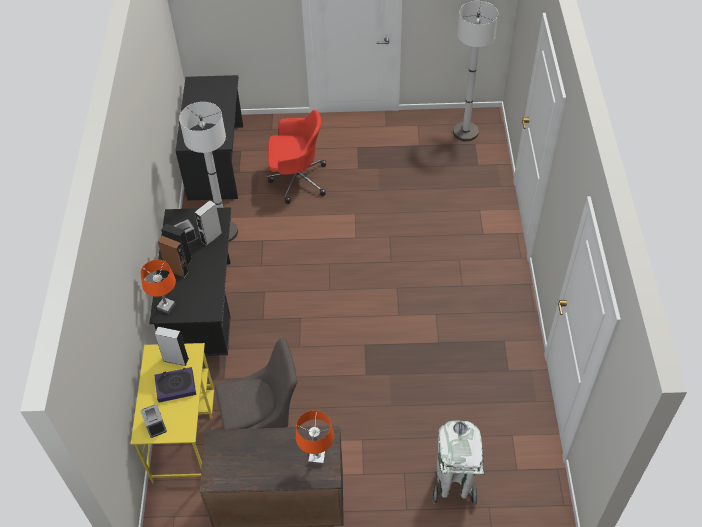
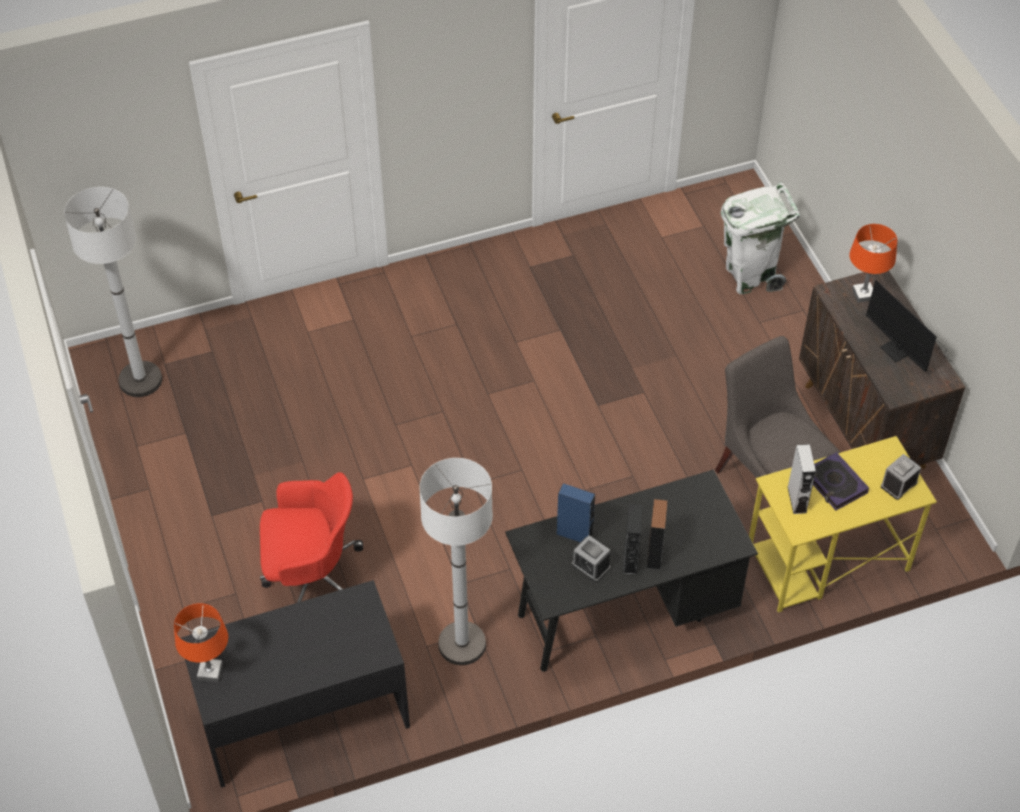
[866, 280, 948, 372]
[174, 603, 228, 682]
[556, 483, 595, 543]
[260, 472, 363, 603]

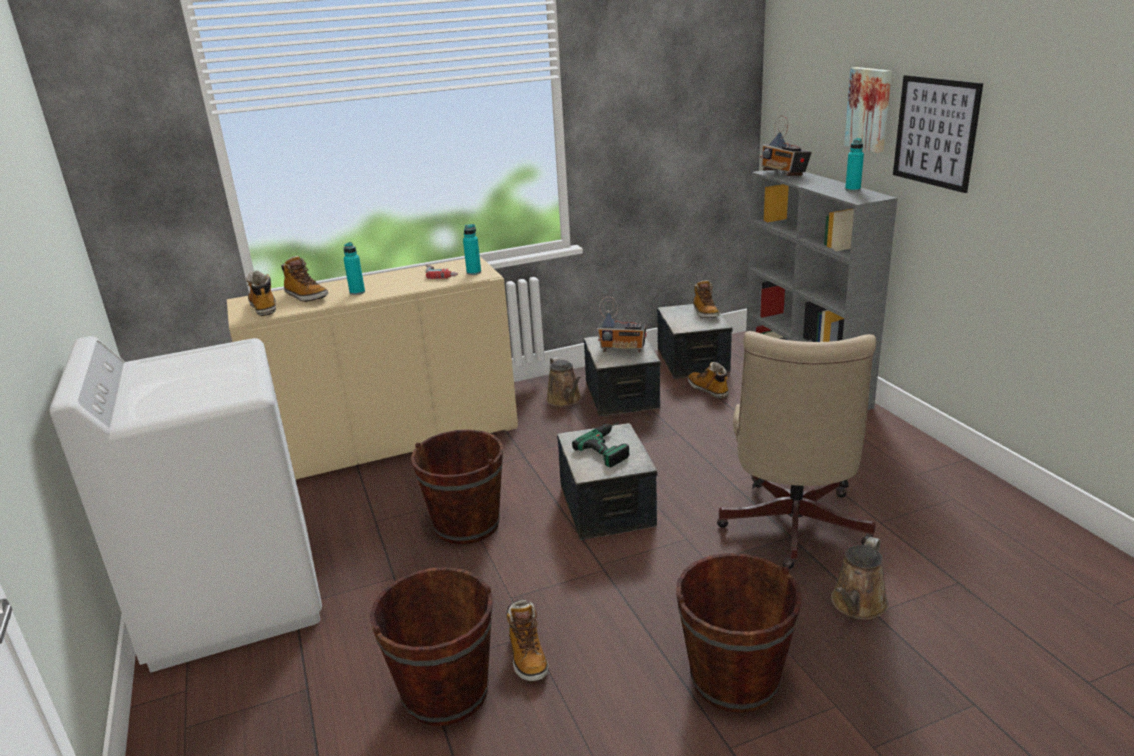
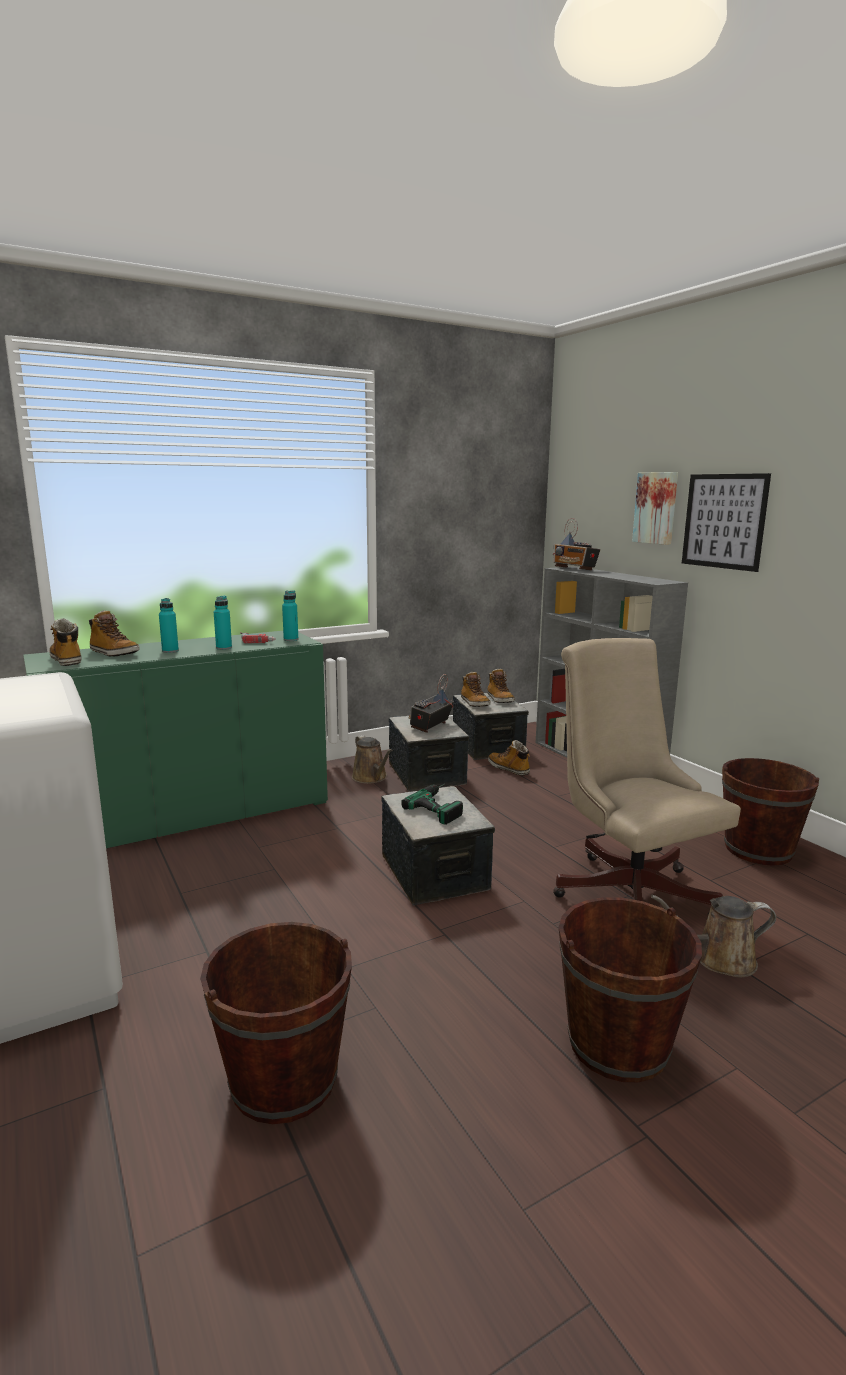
[722, 758, 819, 866]
[461, 672, 491, 707]
[214, 596, 232, 650]
[23, 631, 328, 848]
[408, 674, 454, 733]
[553, 638, 741, 915]
[651, 895, 776, 977]

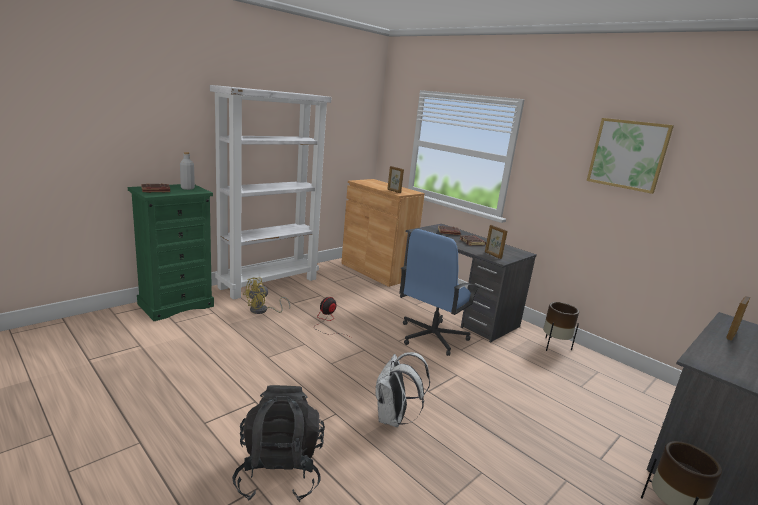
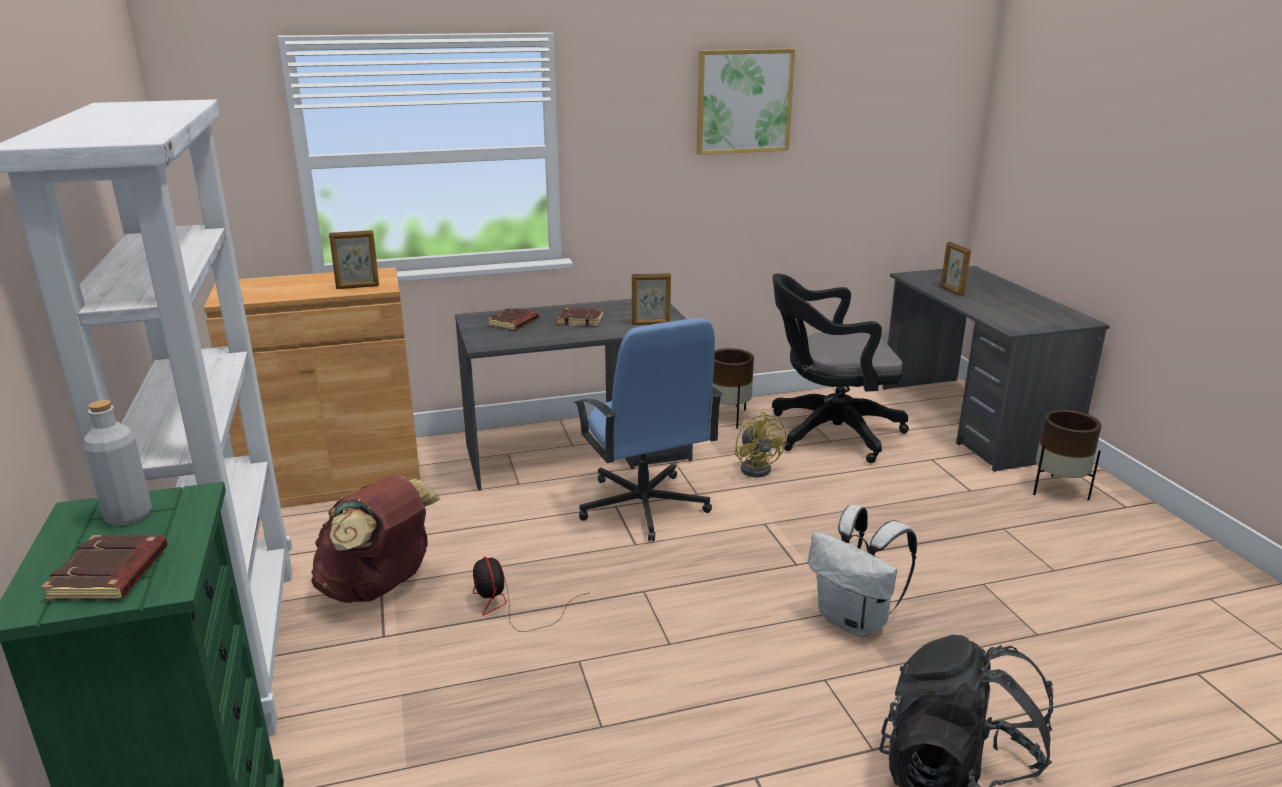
[311, 475, 440, 603]
[772, 273, 909, 463]
[735, 412, 787, 477]

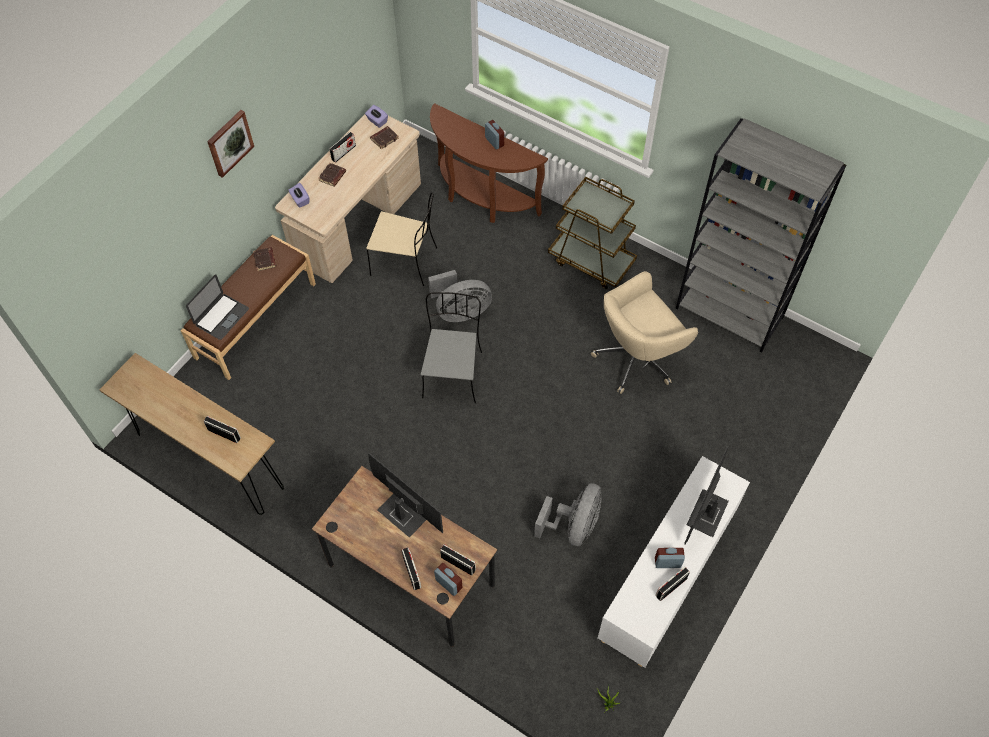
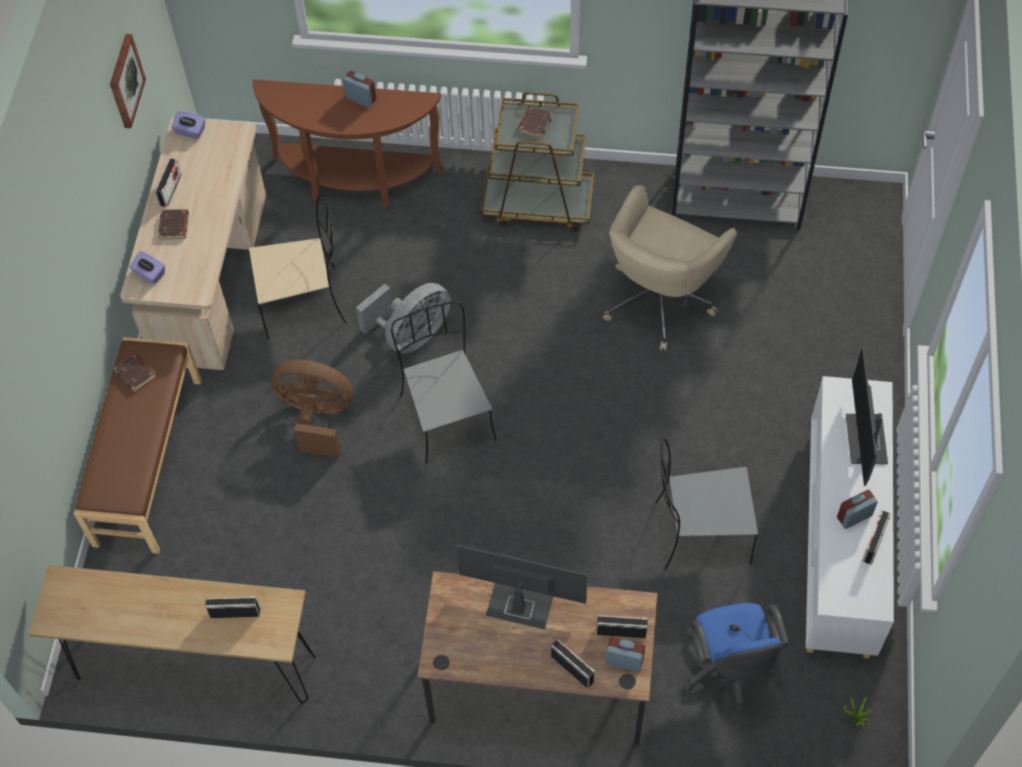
[186, 275, 249, 340] (first image)
[271, 360, 352, 457]
[683, 603, 789, 713]
[110, 34, 146, 128]
[517, 106, 553, 139]
[655, 439, 758, 570]

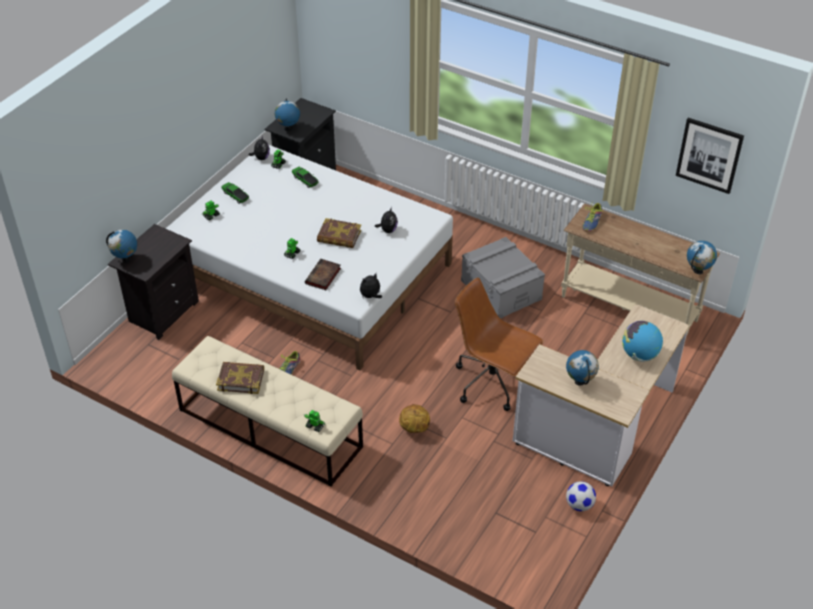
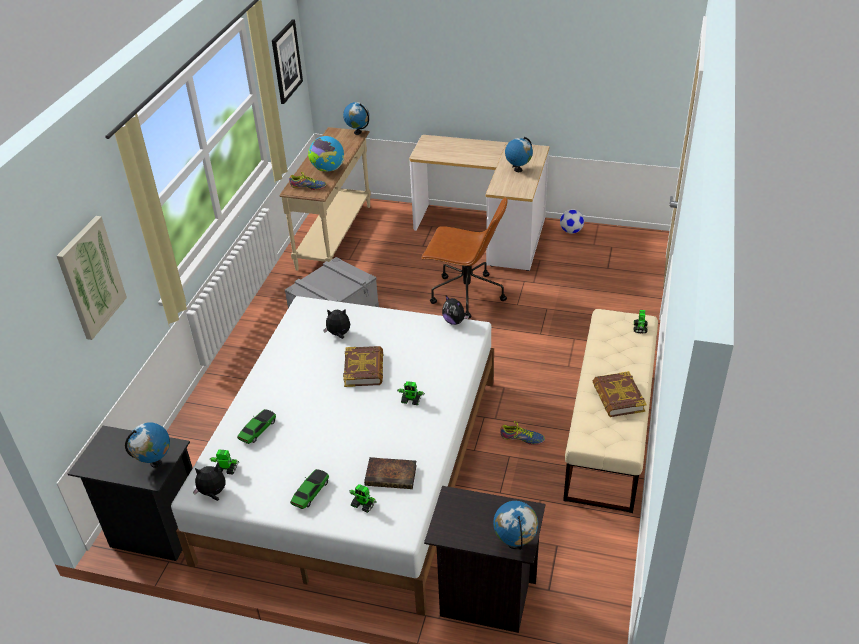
[399, 404, 430, 433] (first image)
[57, 216, 127, 340]
[364, 457, 417, 489]
[308, 136, 344, 171]
[421, 197, 507, 319]

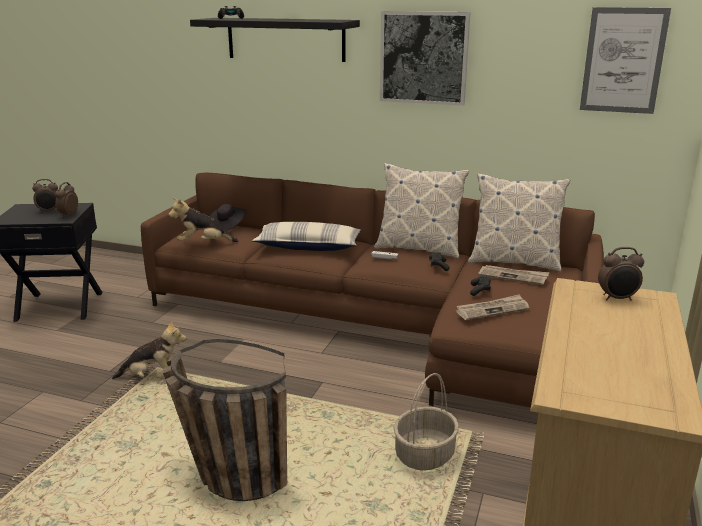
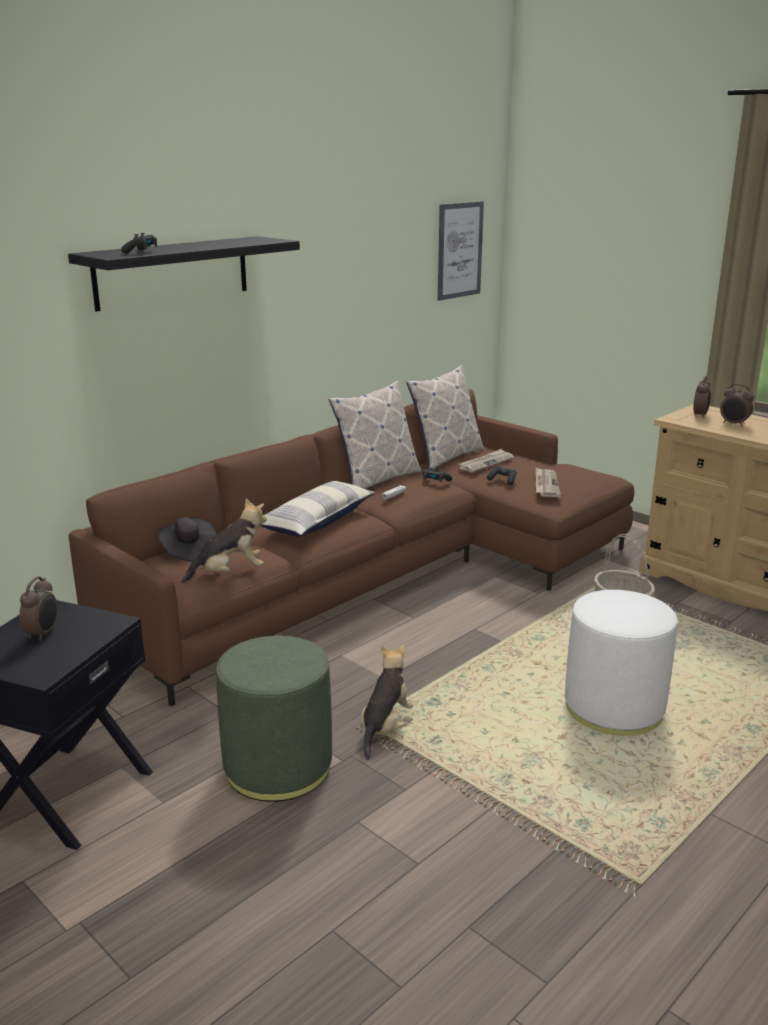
[380, 11, 471, 106] (first image)
[216, 636, 332, 802]
[720, 384, 754, 427]
[565, 590, 677, 736]
[181, 498, 267, 584]

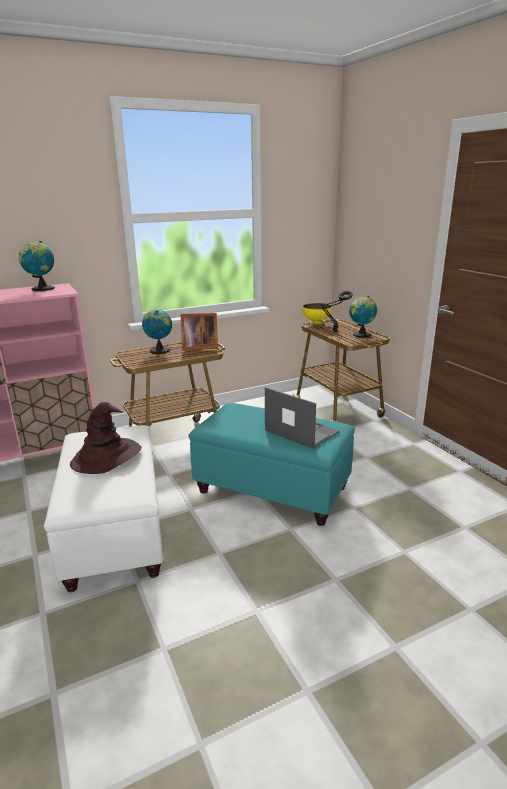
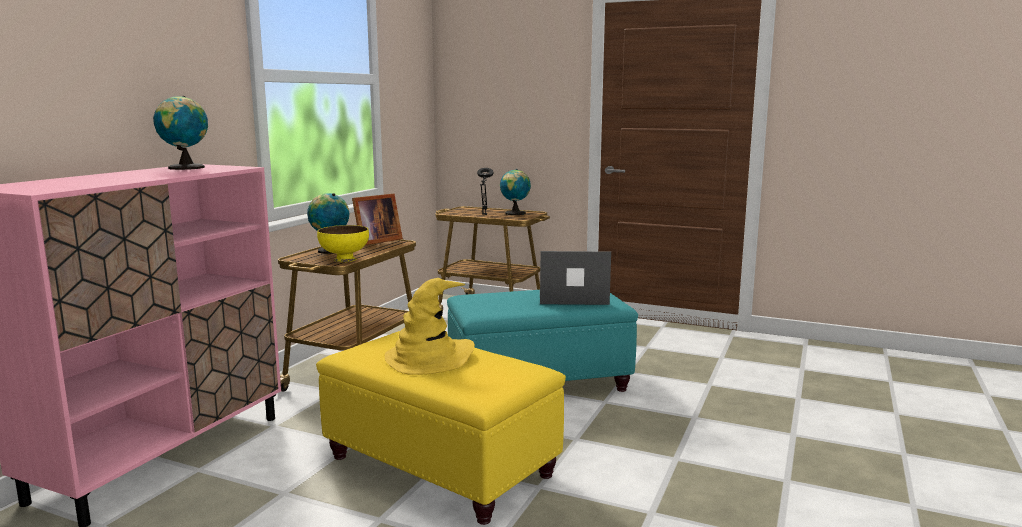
[317, 225, 369, 262]
[316, 331, 566, 525]
[385, 278, 475, 375]

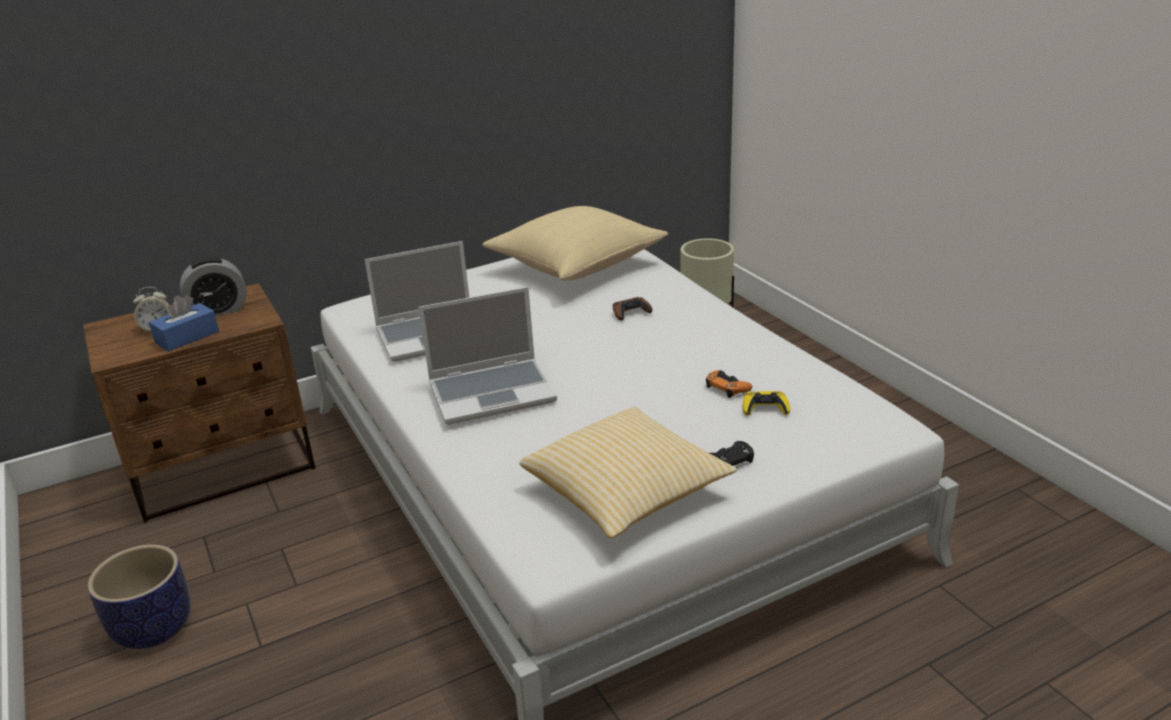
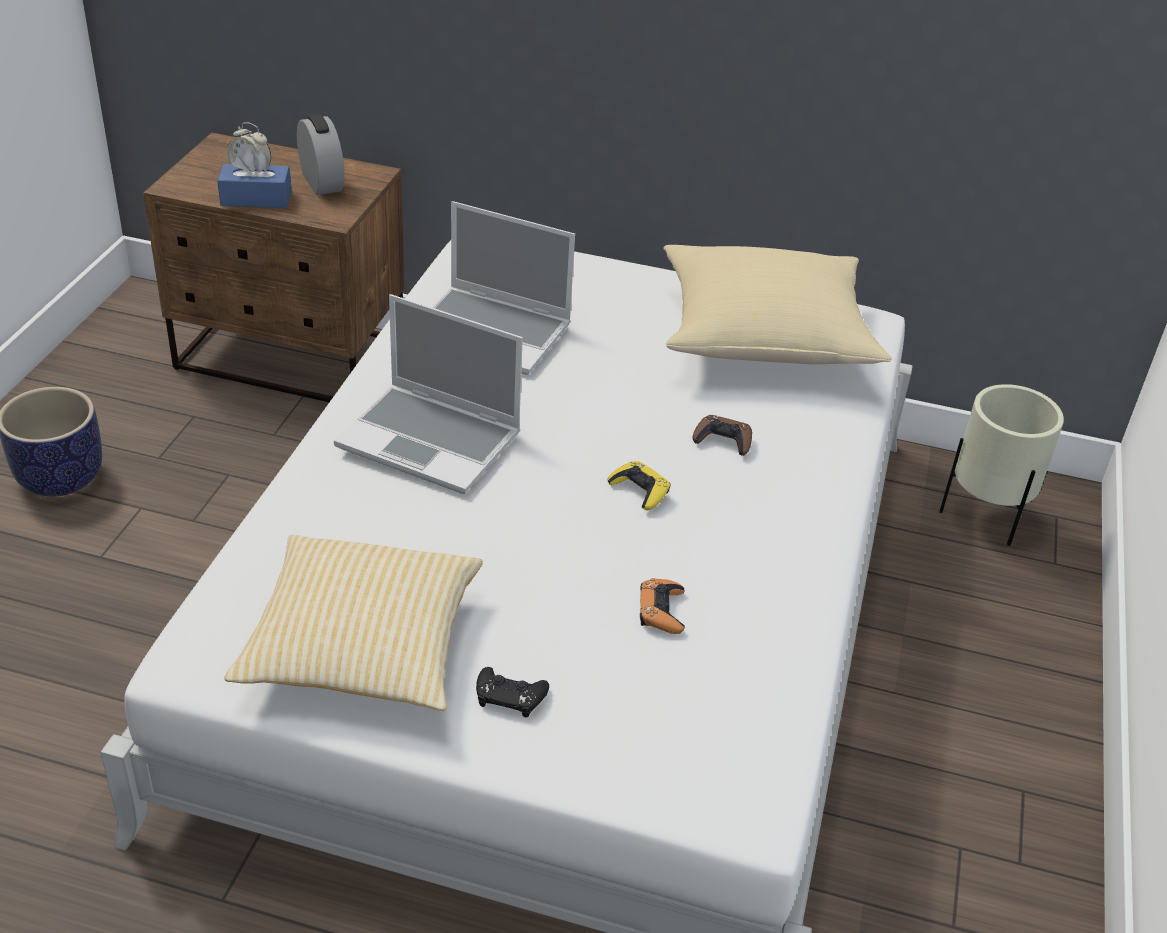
[608, 461, 670, 510]
[297, 114, 345, 195]

